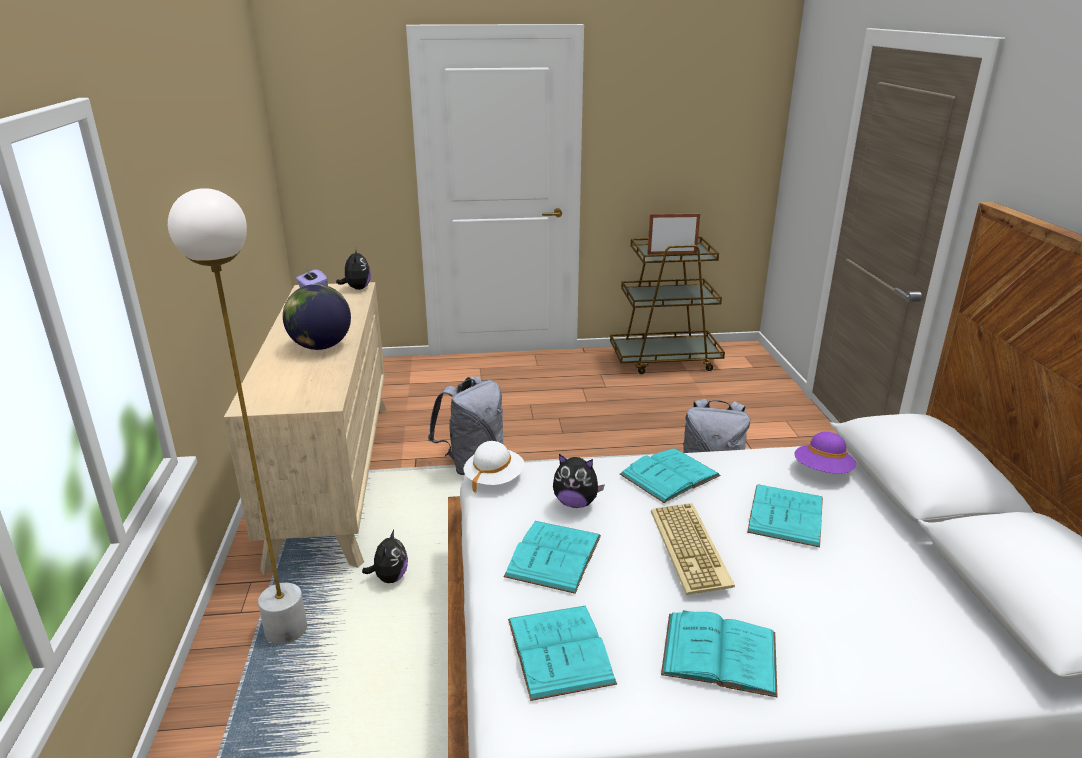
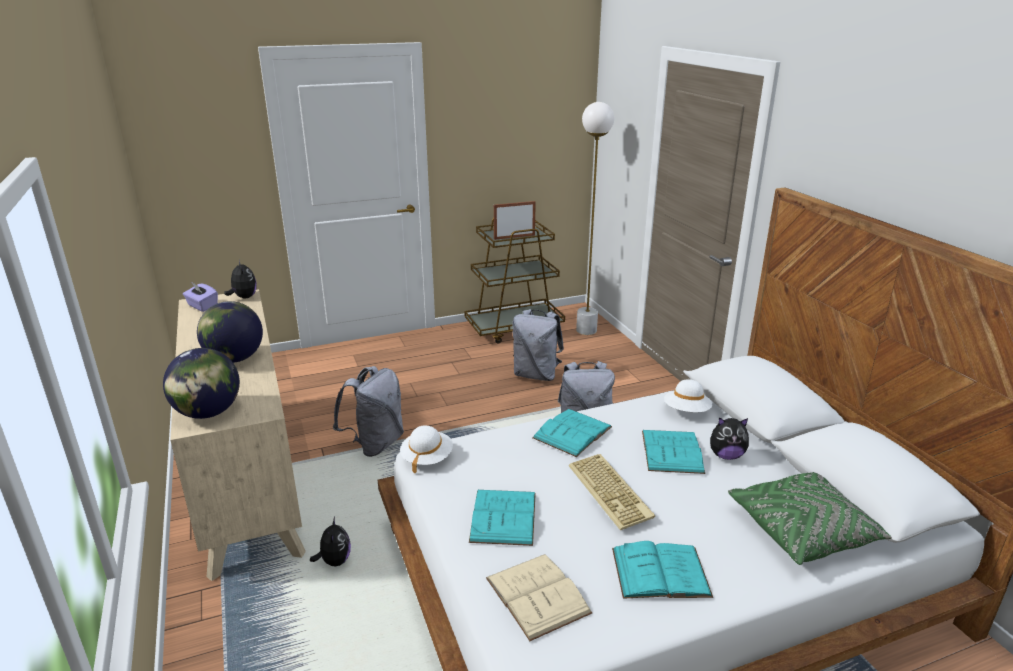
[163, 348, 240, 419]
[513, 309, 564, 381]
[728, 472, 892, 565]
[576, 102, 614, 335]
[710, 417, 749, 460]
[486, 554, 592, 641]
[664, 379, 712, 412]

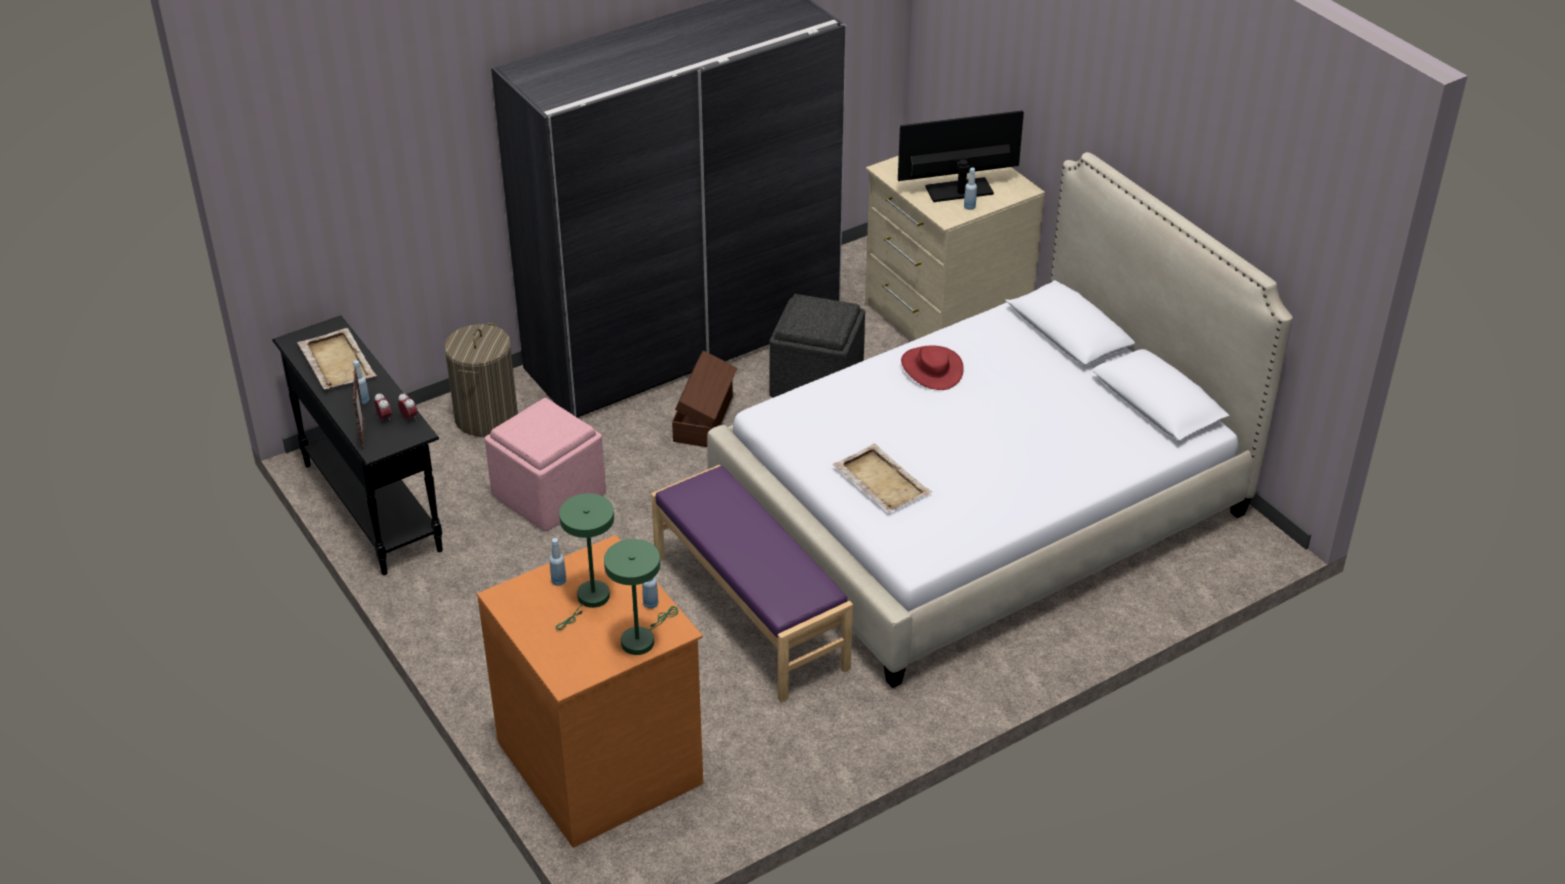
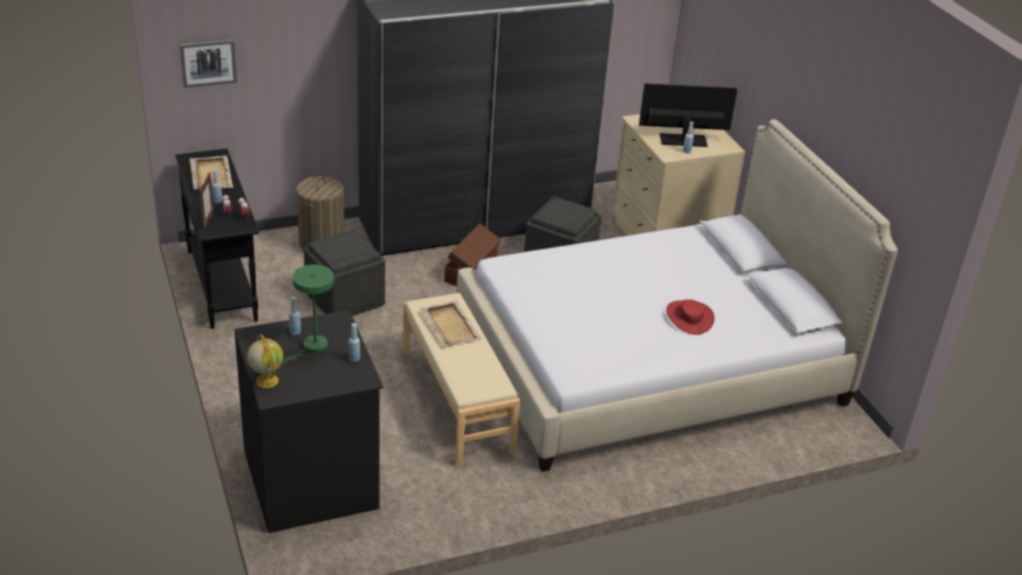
[604, 539, 678, 655] (first image)
[180, 39, 237, 88]
[247, 335, 283, 388]
[419, 300, 483, 346]
[666, 299, 715, 335]
[234, 310, 383, 533]
[304, 230, 385, 316]
[403, 293, 521, 466]

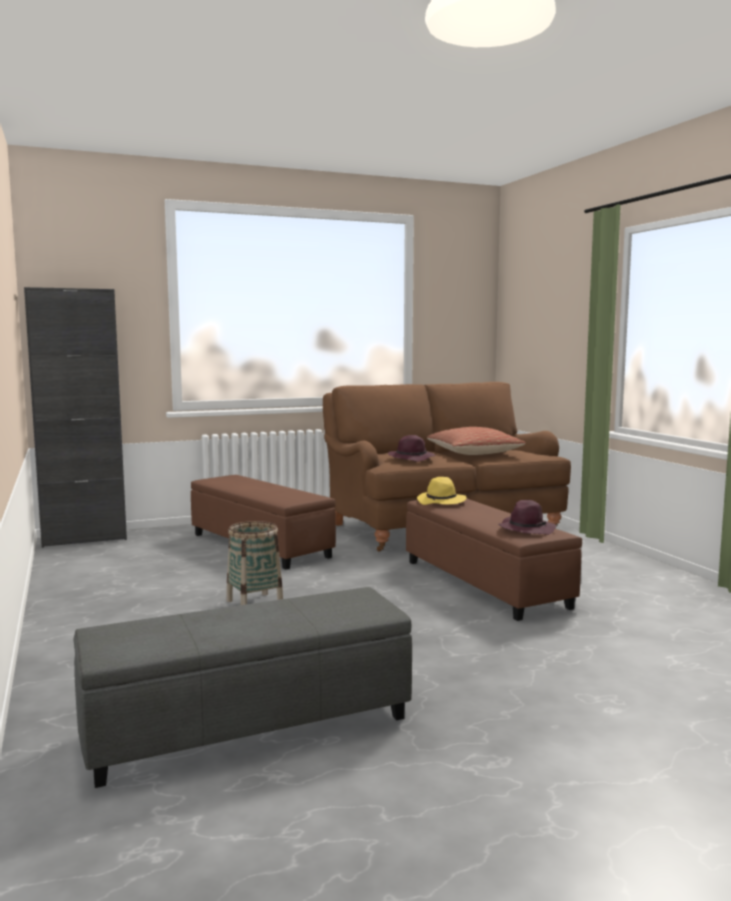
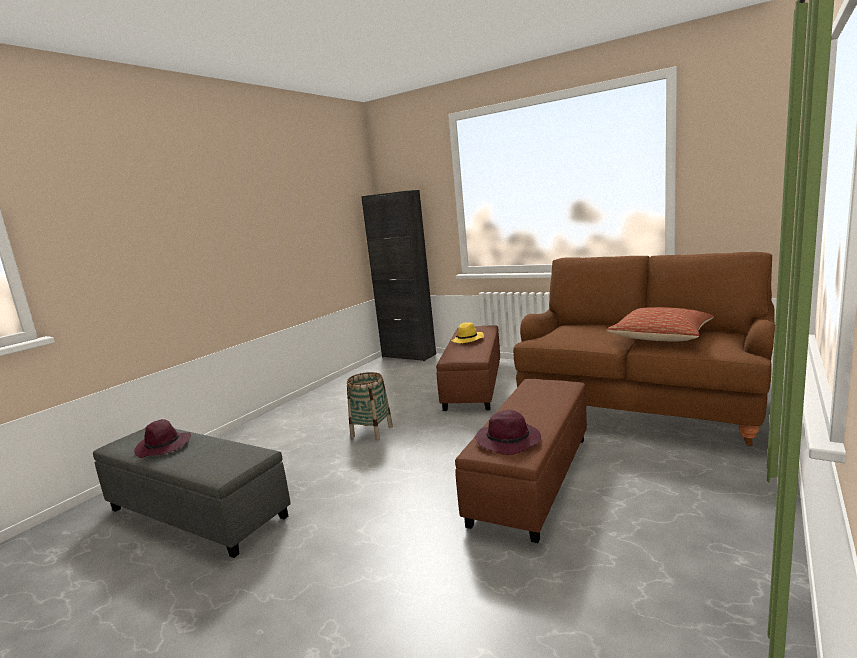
[134, 419, 191, 458]
[451, 322, 484, 343]

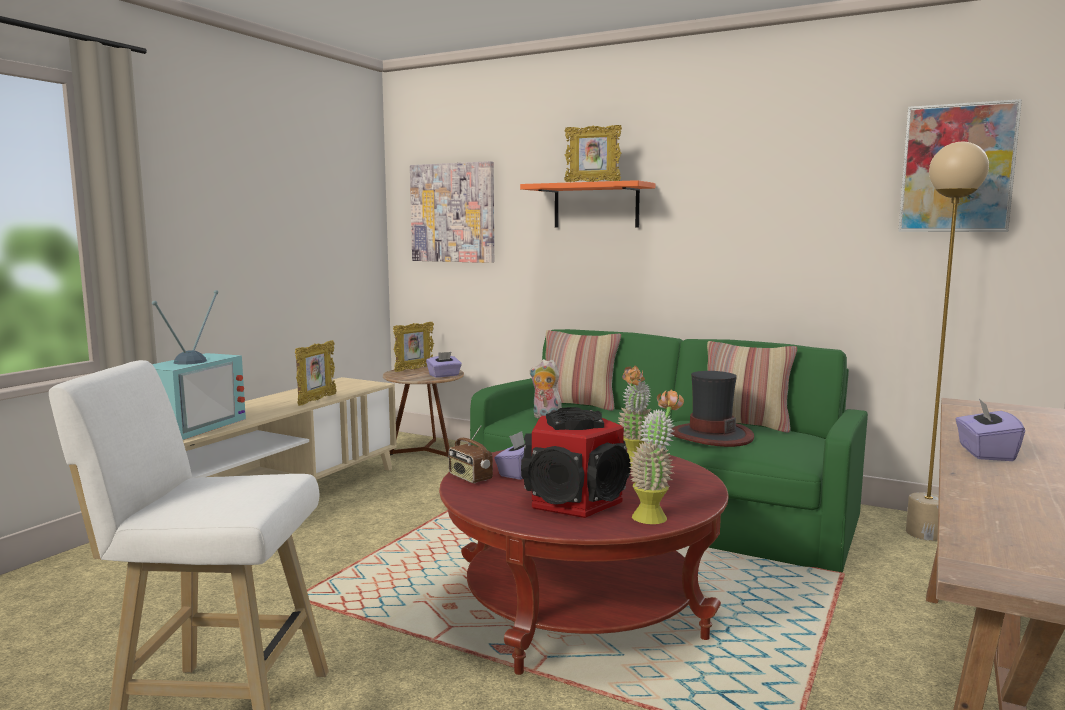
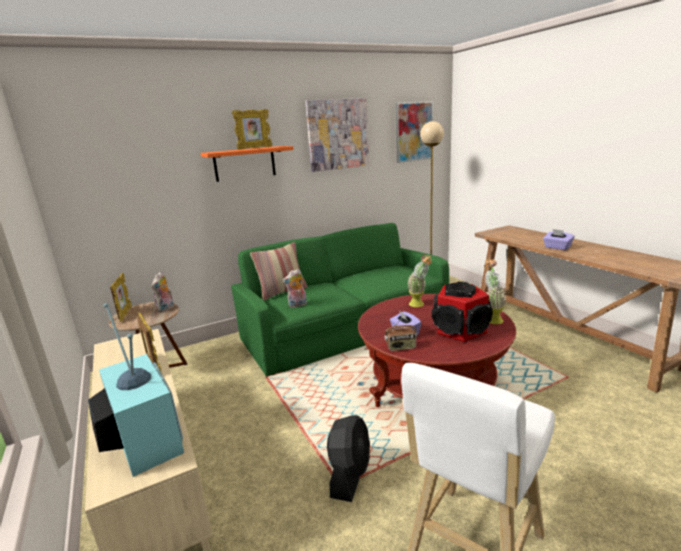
[671, 371, 754, 447] (first image)
[707, 341, 797, 433] (first image)
[327, 415, 370, 502]
[305, 98, 369, 172]
[151, 272, 174, 312]

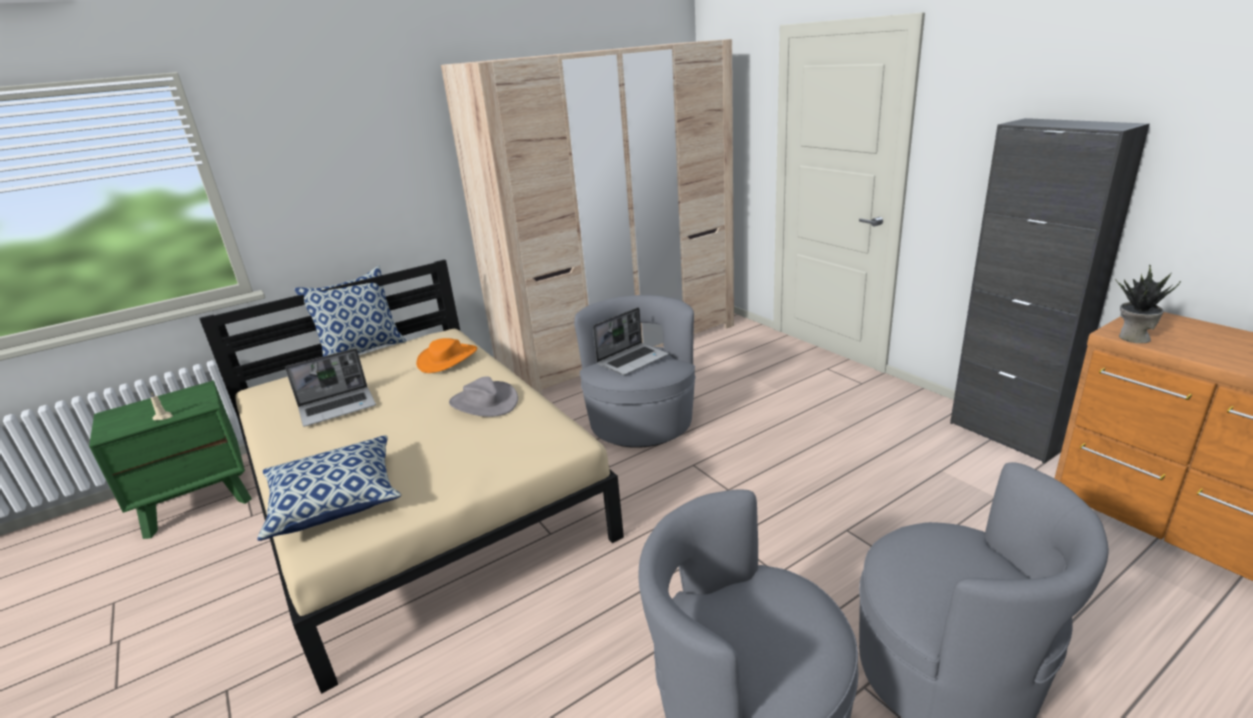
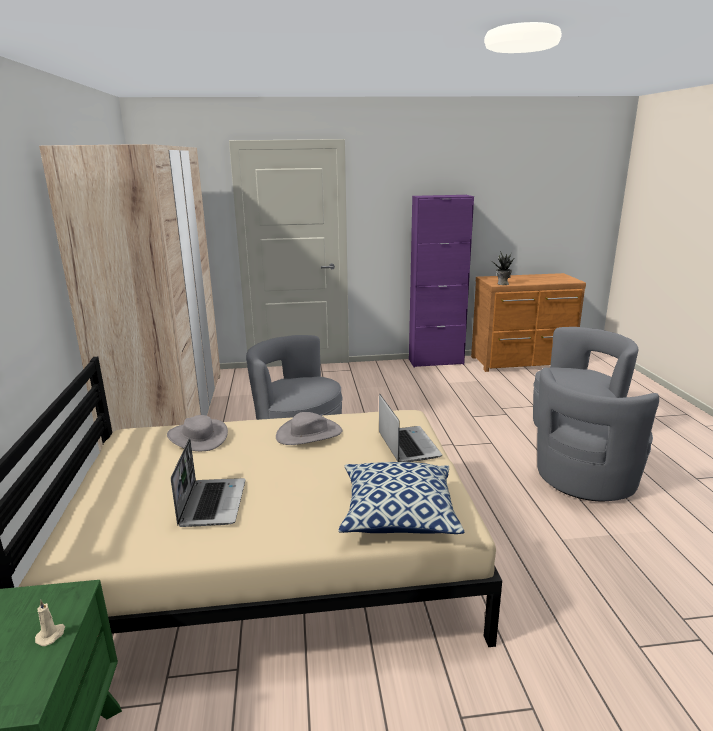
[294, 266, 407, 356] (first image)
[379, 394, 442, 462]
[167, 415, 228, 451]
[409, 195, 474, 367]

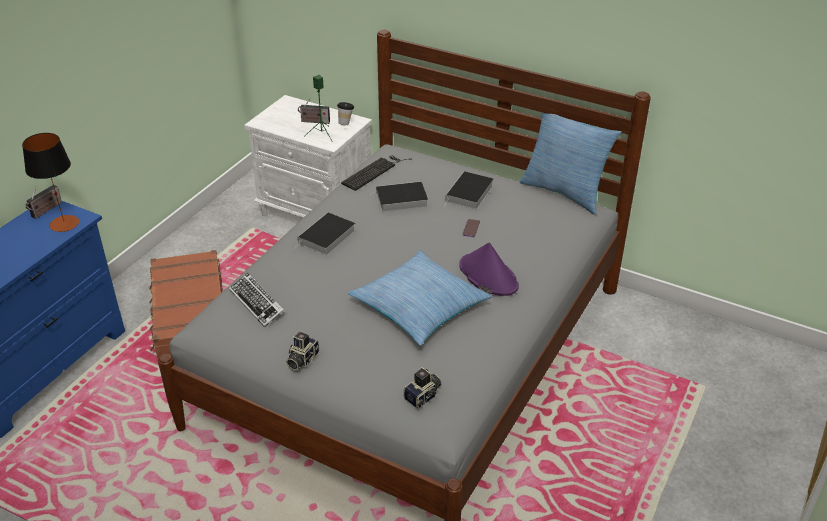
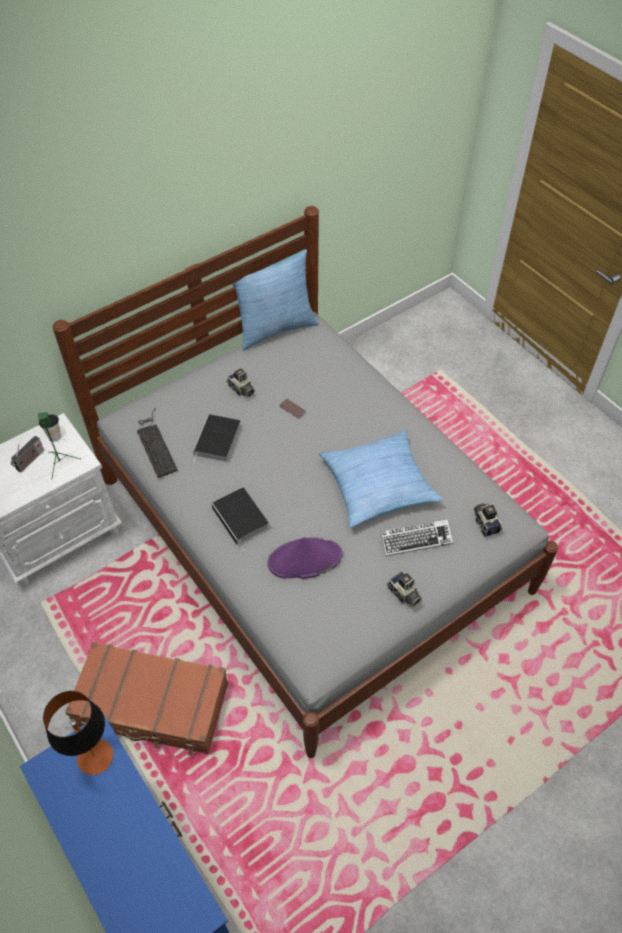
[26, 185, 62, 219] (first image)
[381, 519, 453, 556]
[267, 537, 342, 579]
[226, 368, 255, 398]

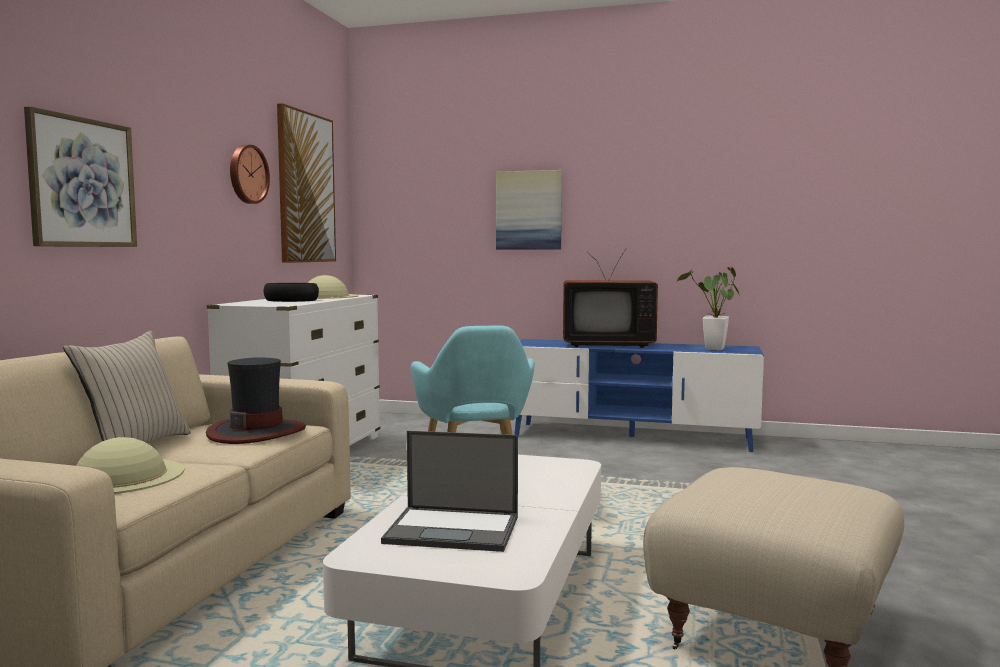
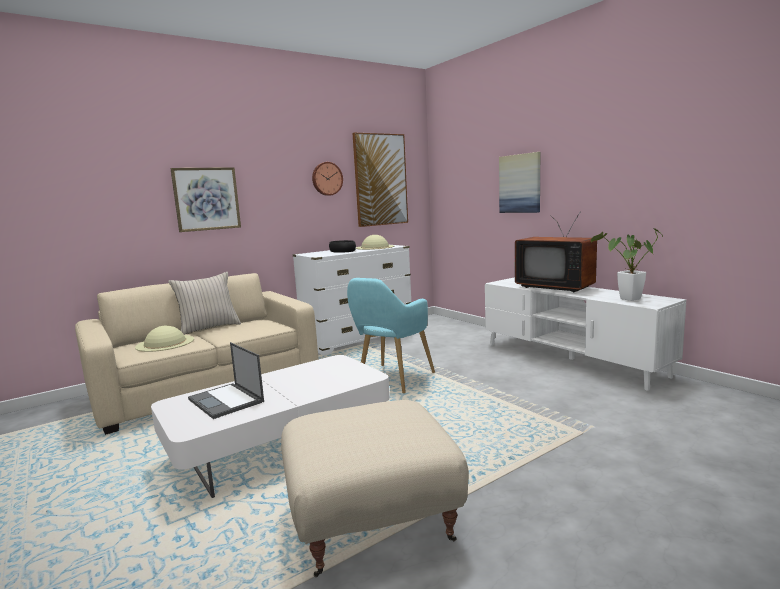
[206, 357, 306, 444] (first image)
[485, 277, 686, 391]

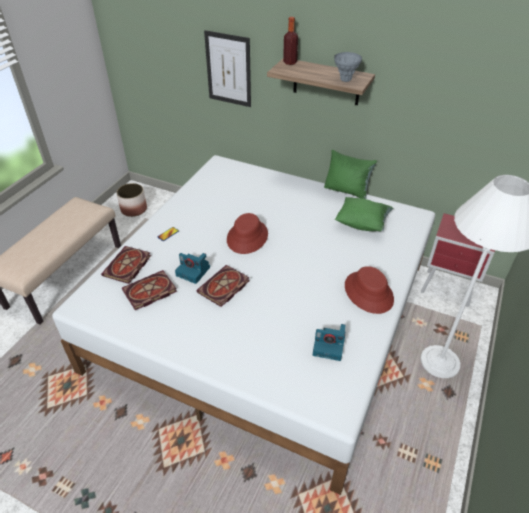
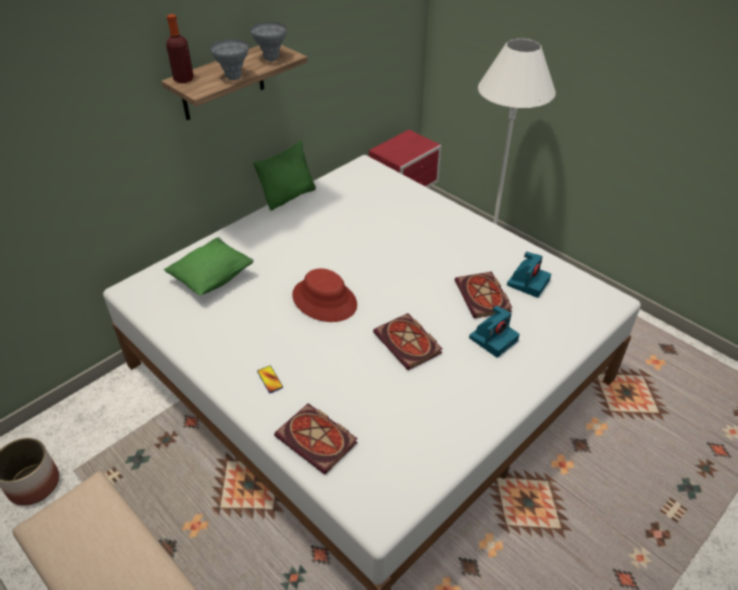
[204, 30, 251, 107] (first image)
[345, 266, 394, 314] (first image)
[210, 39, 249, 80]
[455, 271, 512, 318]
[469, 305, 520, 358]
[164, 237, 254, 295]

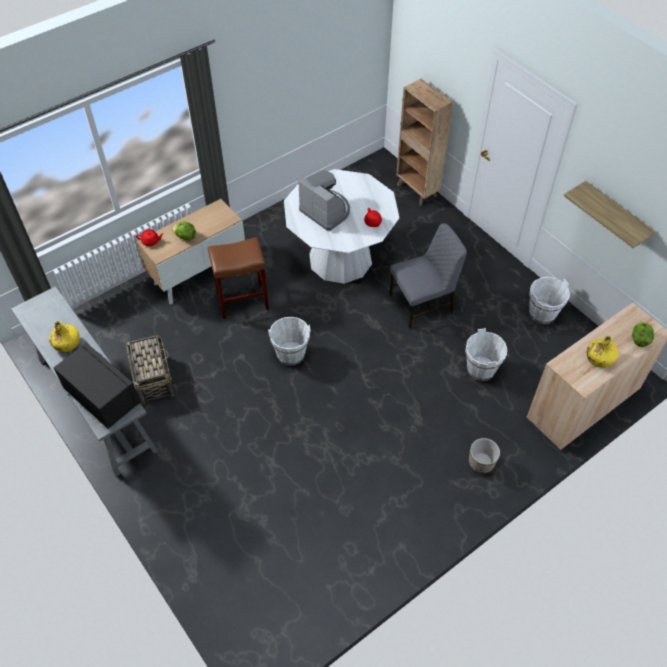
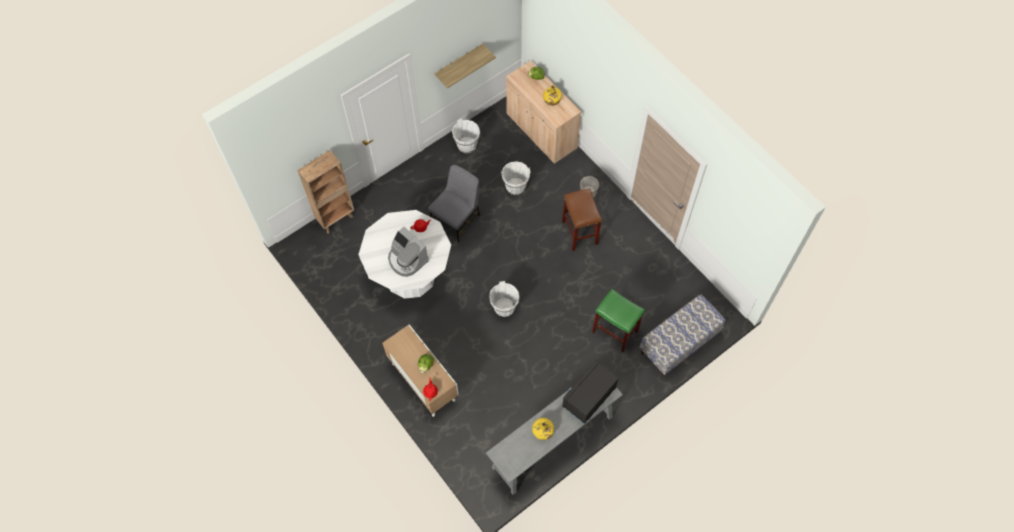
[126, 333, 174, 404] (first image)
[592, 289, 645, 352]
[639, 294, 726, 376]
[562, 188, 602, 251]
[388, 227, 429, 277]
[428, 165, 480, 242]

